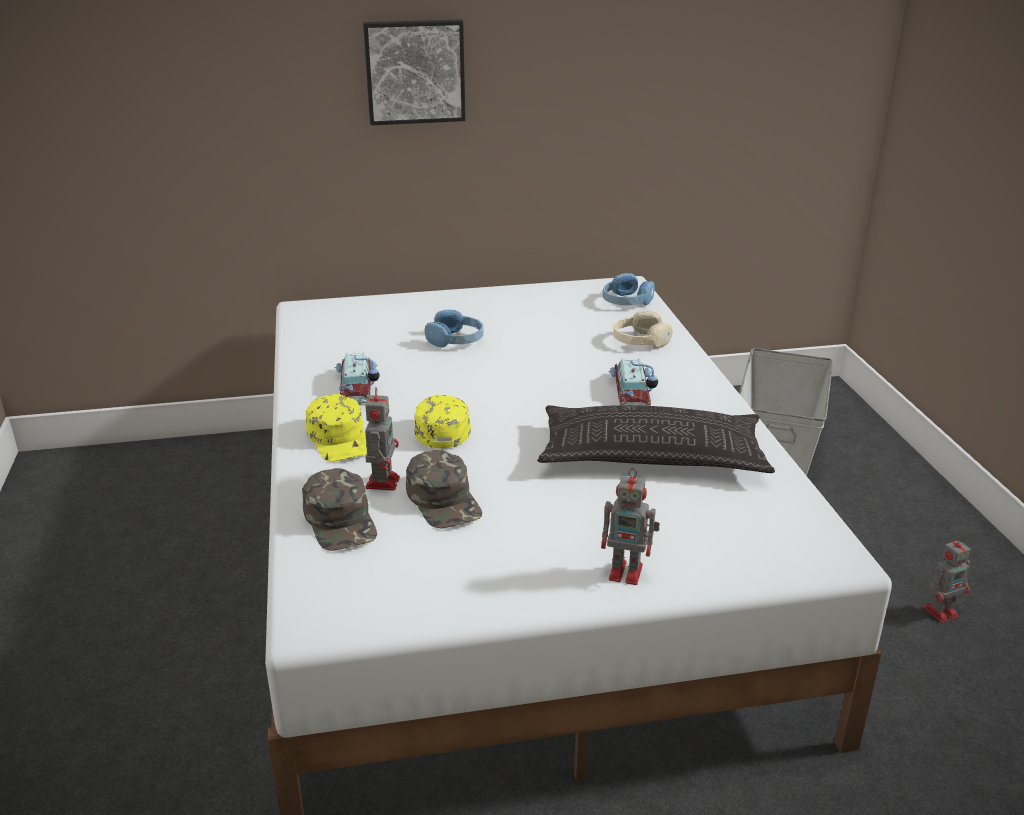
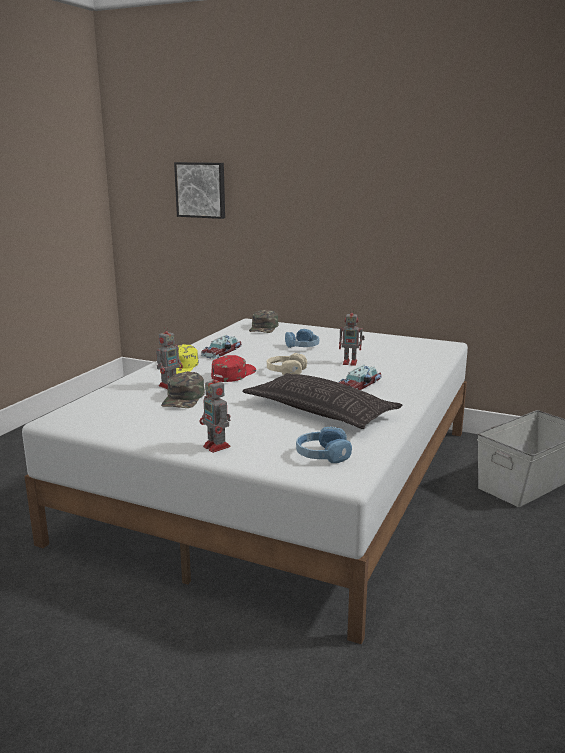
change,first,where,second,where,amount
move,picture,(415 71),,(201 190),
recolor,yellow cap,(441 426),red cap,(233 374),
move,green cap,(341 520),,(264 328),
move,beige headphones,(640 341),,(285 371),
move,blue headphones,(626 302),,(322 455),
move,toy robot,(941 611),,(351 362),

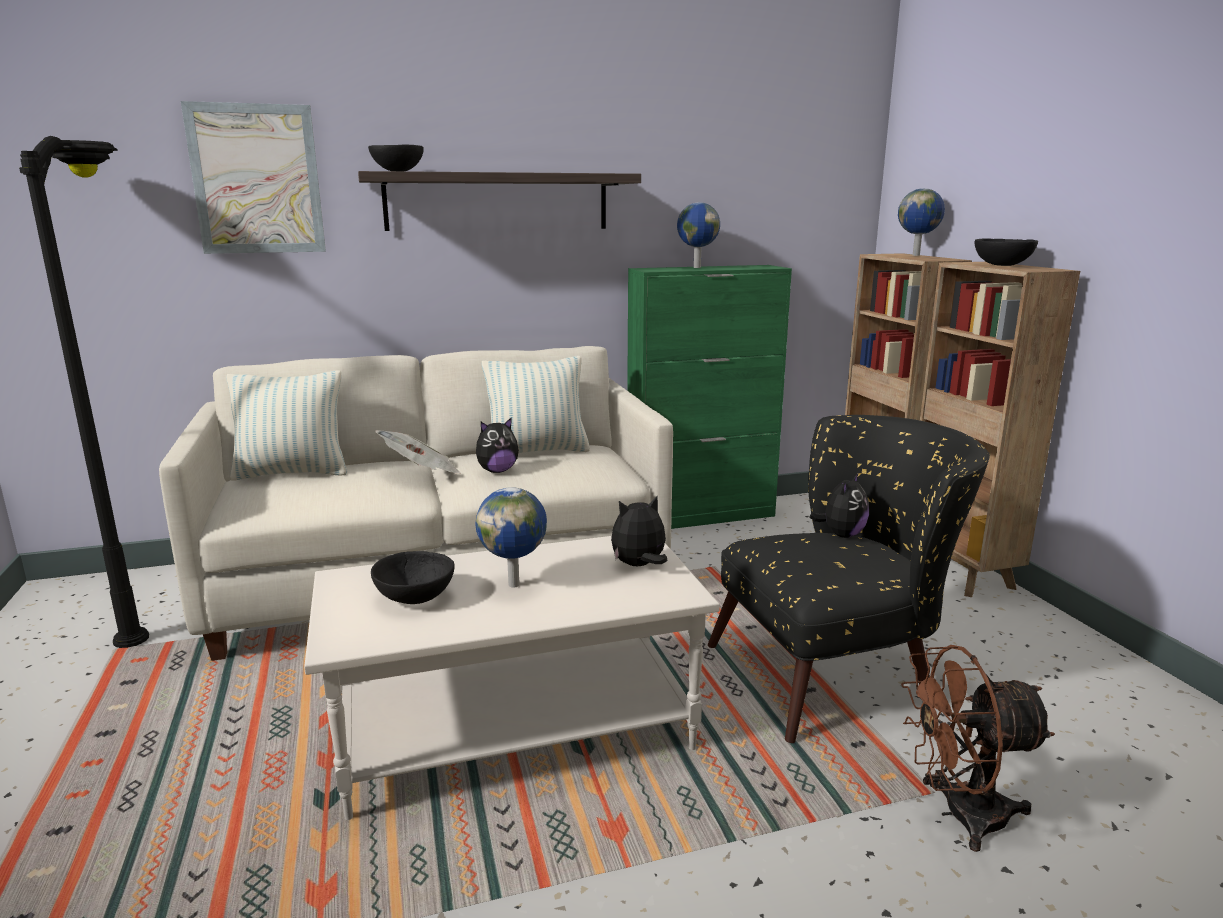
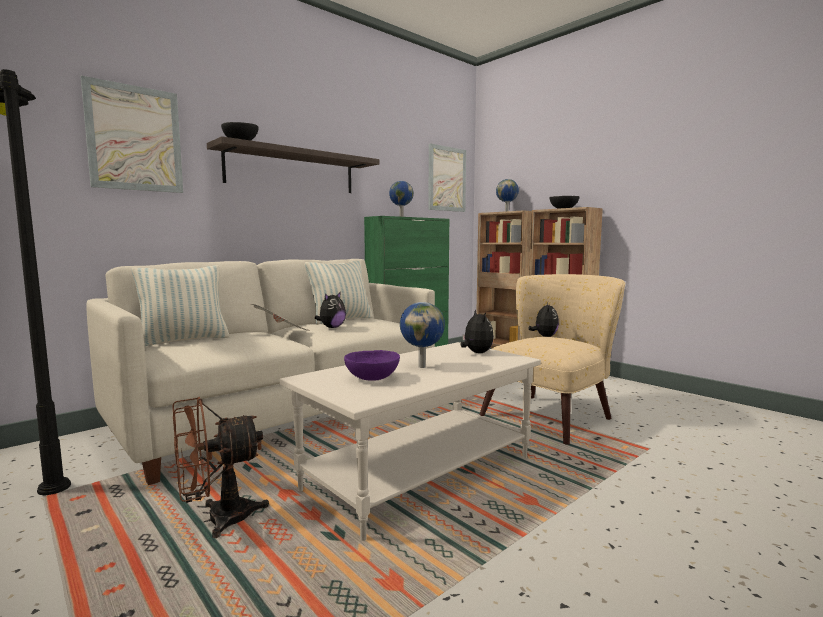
change,first,where,second,where,amount
move,brown fan,(959 814),,(217 520),
recolor,black bowl,(414 598),purple bowl,(371 378),
insert,,,picture,(447 179),
rotate,plush toy,(639 566),,(476 353),120 degrees clockwise
recolor,black armchair,(838 673),beige armchair,(554 415),

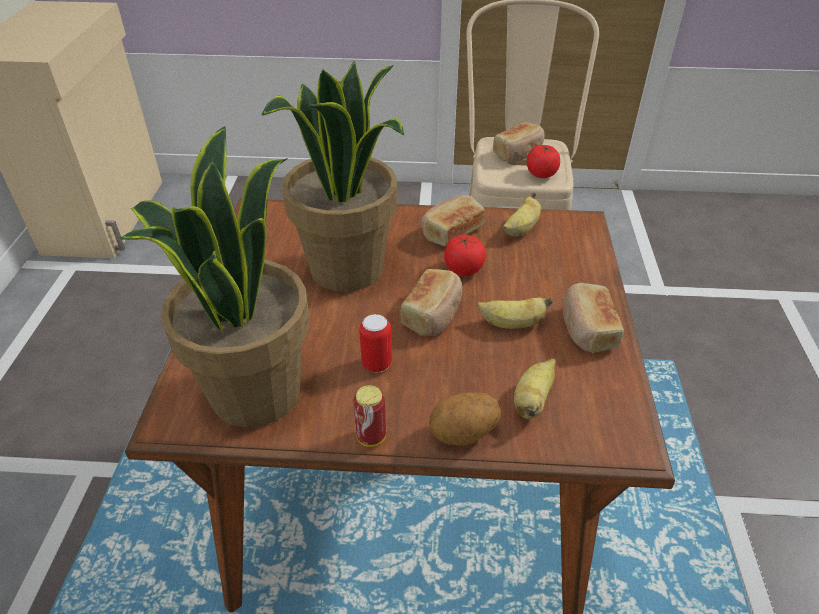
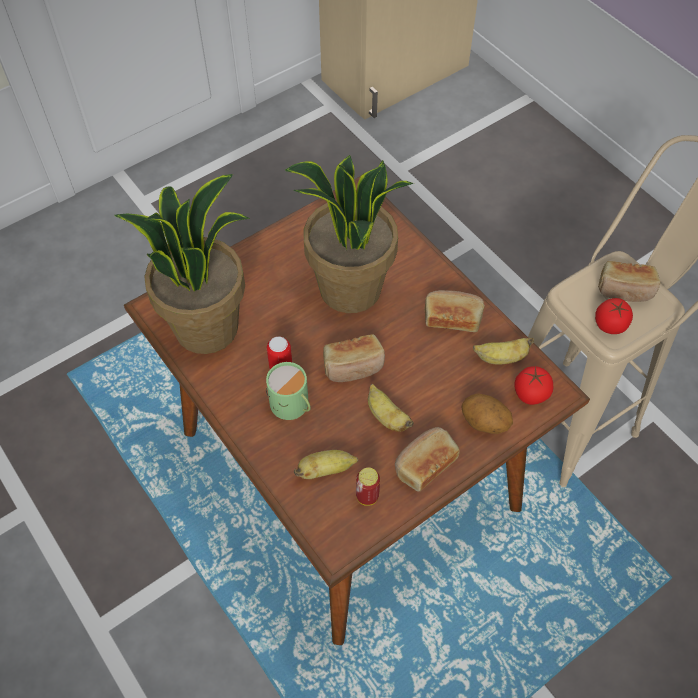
change,first,where,second,where,amount
insert,,,green mug,(292 406),
move,can,(371 437),,(367 496),
move,potato,(463 434),,(484 423),
move,tomato,(463 269),,(530 393),

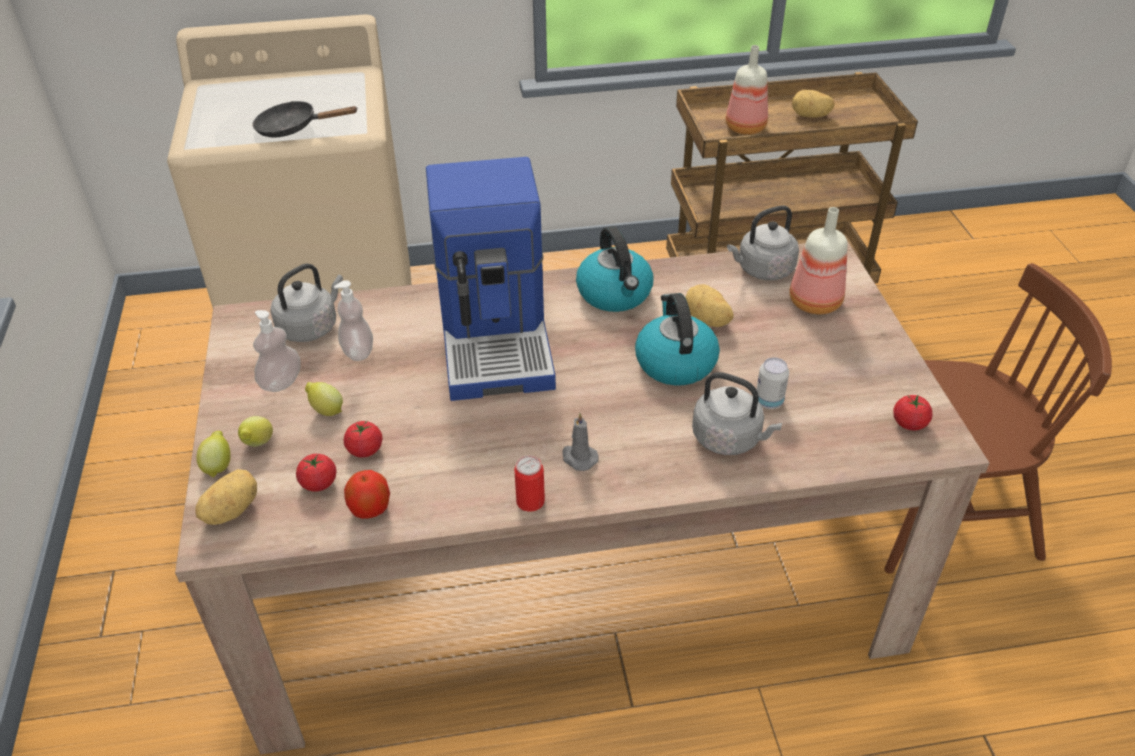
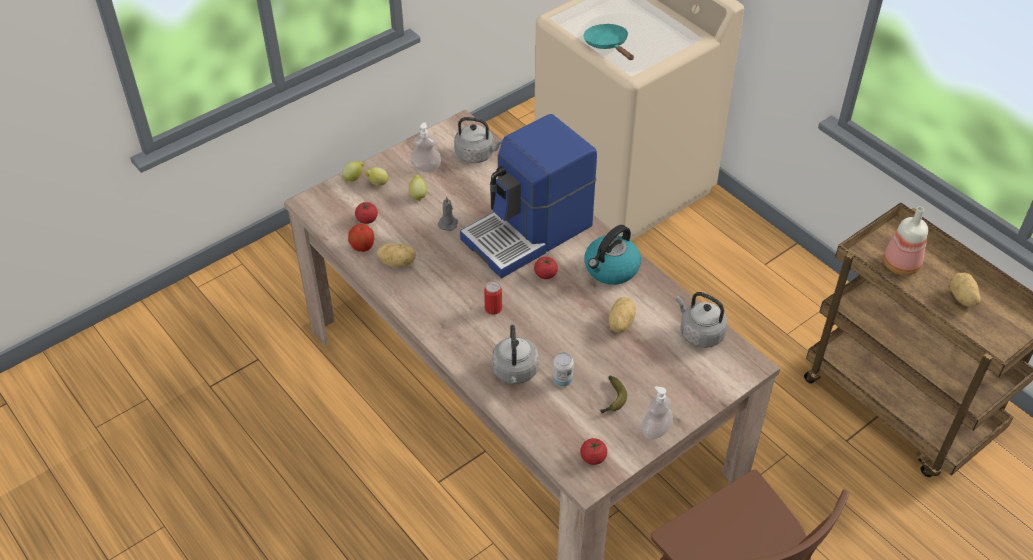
change,first,where,second,where,amount
move,potato,(230 510),,(398 262),
move,grey candle,(578 458),,(448 223),
move,can,(530 501),,(493 308),
move,tomato,(365 450),,(545 274),
recolor,black frying pan,(293 128),turquoise frying pan,(608 45),
insert,,,banana,(612 400),
move,soap dispenser,(358 351),,(656 430),
delete,kettle,(674 362),,,
delete,bottle,(815 304),,,

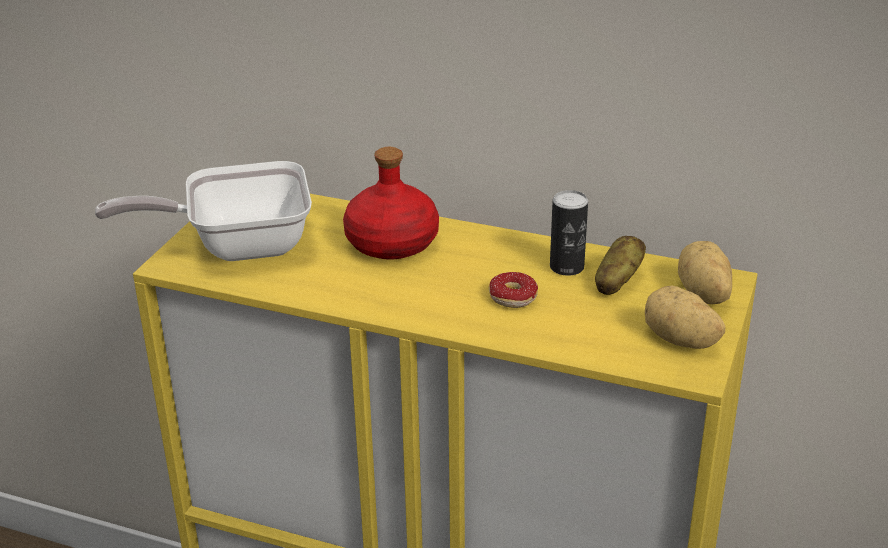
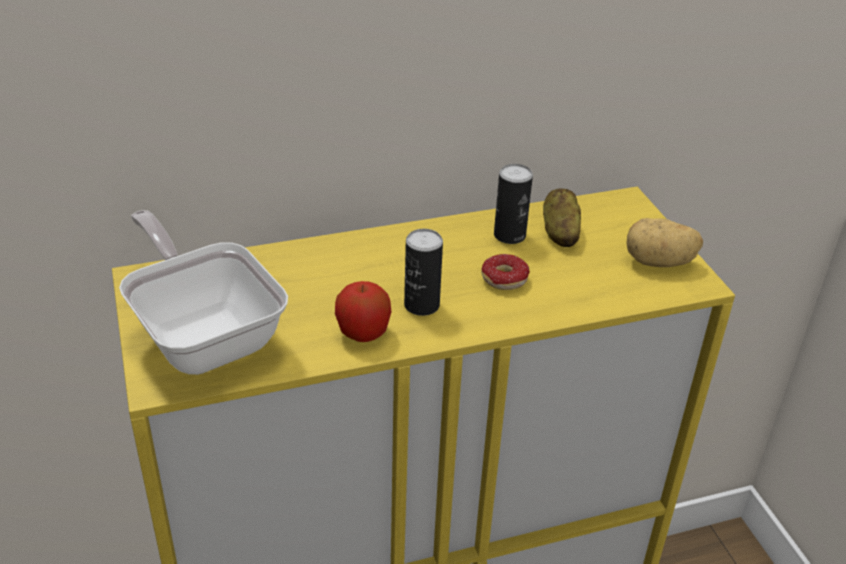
change,first,where,second,where,amount
rotate,frying pan,(237 245),,(204 334),105 degrees clockwise
insert,,,apple,(363 333),
insert,,,can,(421 305),
delete,red bottle,(391 242),,,
delete,potato,(702 294),,,

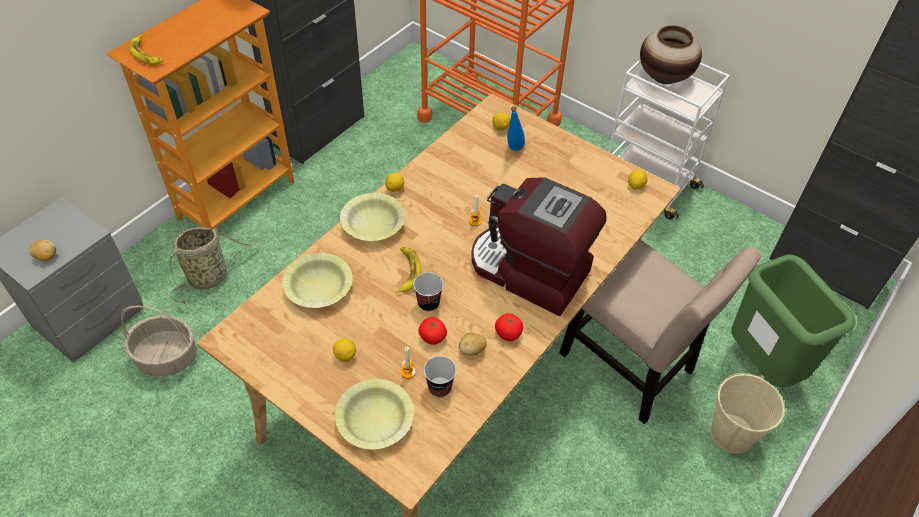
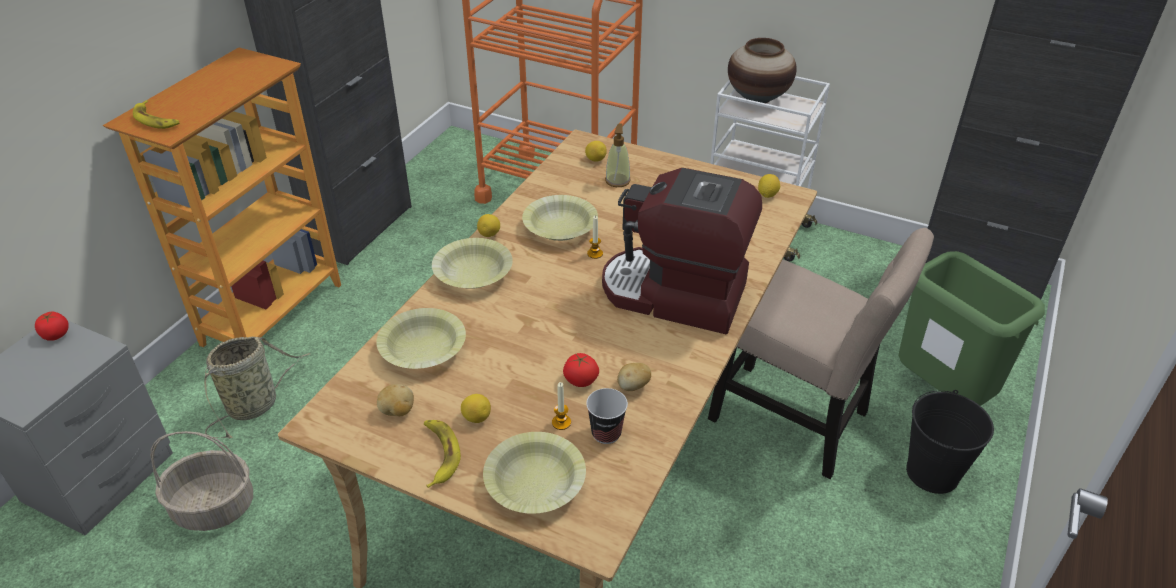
change,first,where,second,where,amount
move,tomato,(508 333),,(56 335),
move,potato,(46 257),,(397 411),
move,banana,(407 271),,(439 454),
insert,,,yellow bowl,(560 227),
replace,blue bottle,(513 151),soap dispenser,(617 180),
recolor,beige bucket,(731 434),black bucket,(933 472),
delete,cup,(428 303),,,

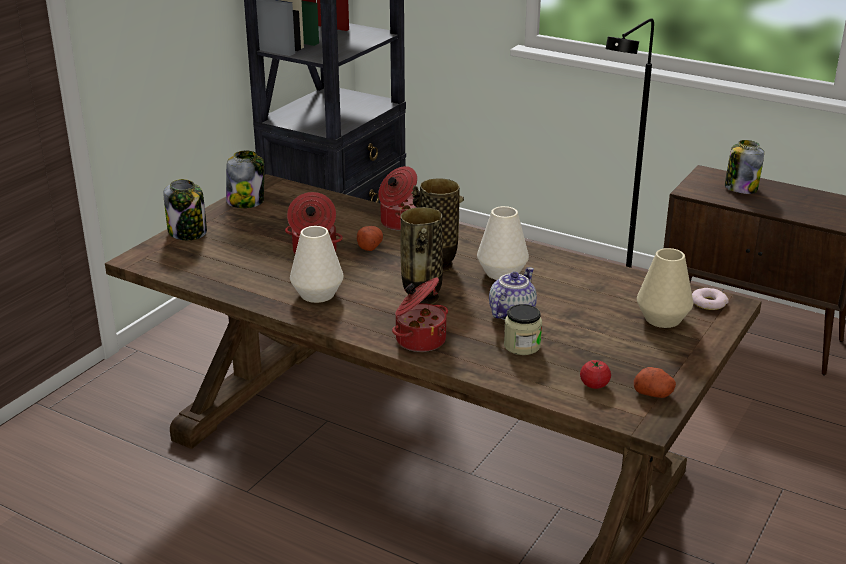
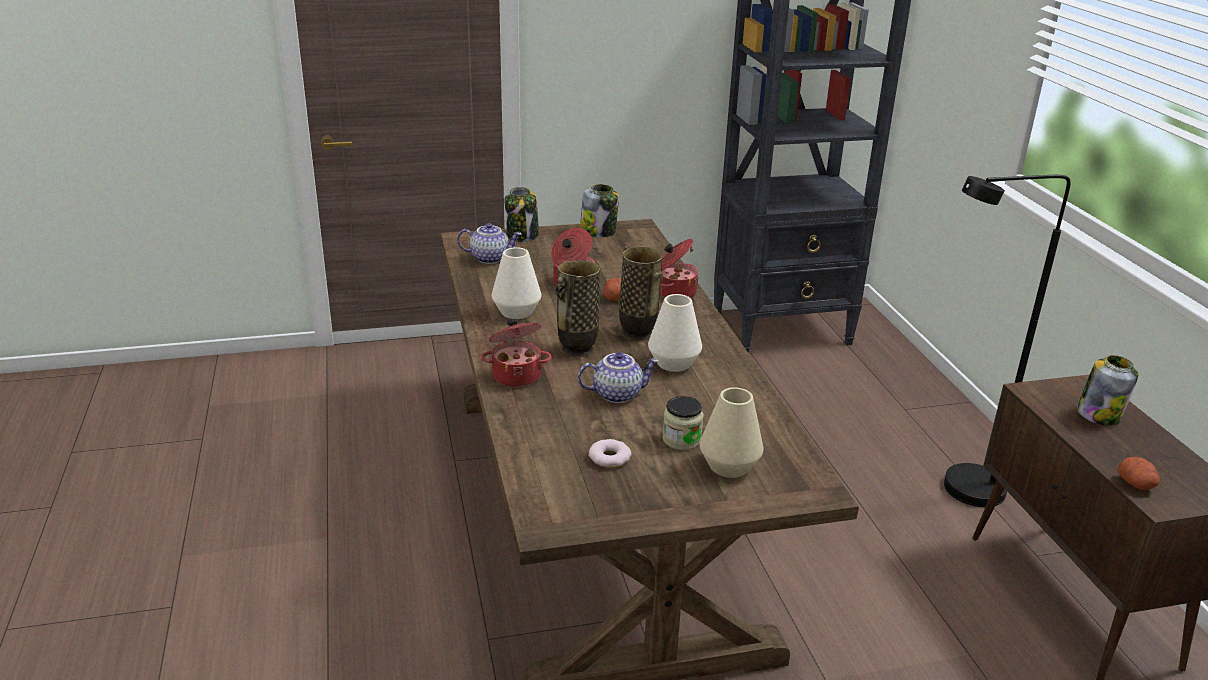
change,first,where,second,where,amount
insert,,,teapot,(490 258),
move,donut,(708 302),,(609 457),
move,jar,(522 346),,(681 440),
move,potato,(654 393),,(1136 484),
delete,tomato,(594 385),,,

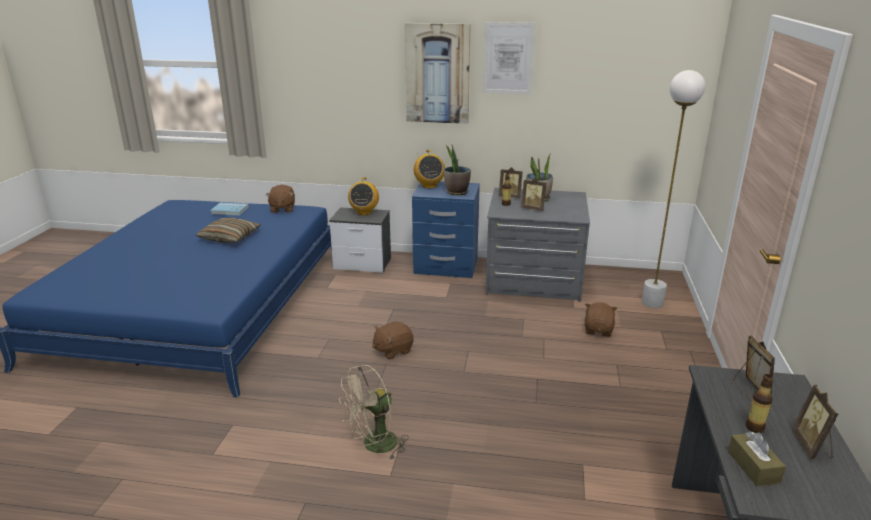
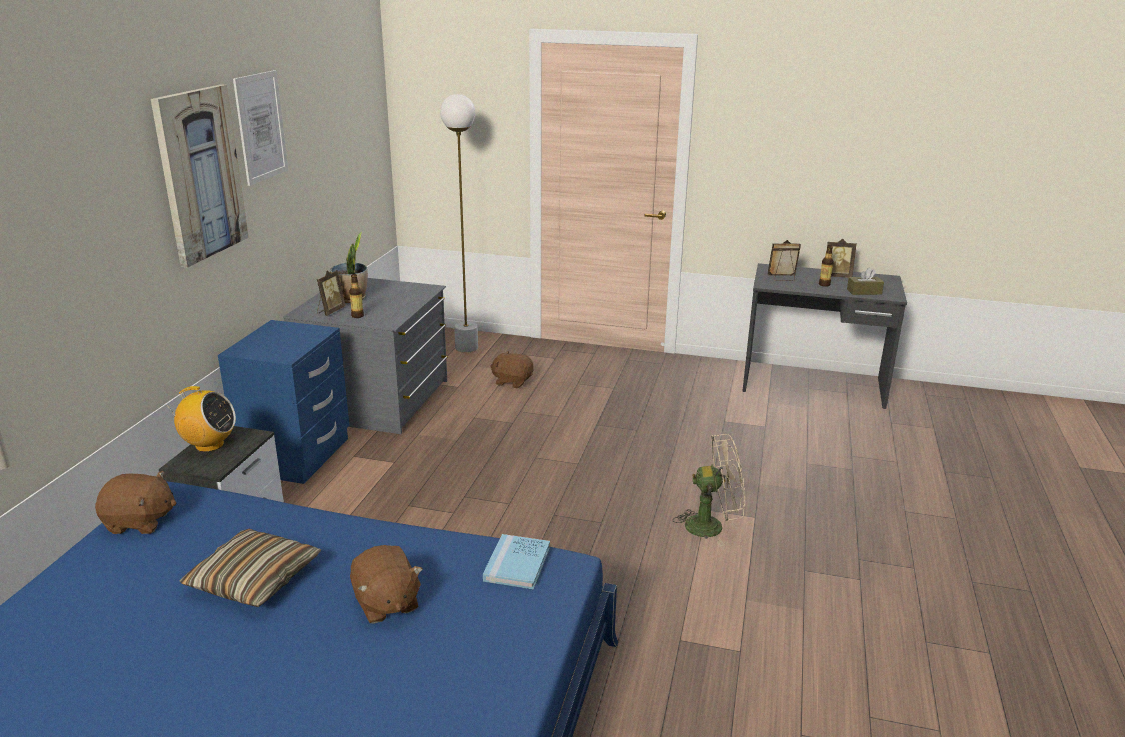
change,first,where,second,where,amount
move,brown plush toy,(393 350),,(386 603),
move,blue book,(230 210),,(517 564),
rotate,beige fan,(374 446),,(712 526),60 degrees counterclockwise
delete,radio,(429 186),,,
delete,potted plant,(456 192),,,
delete,picture frame,(533 208),,,

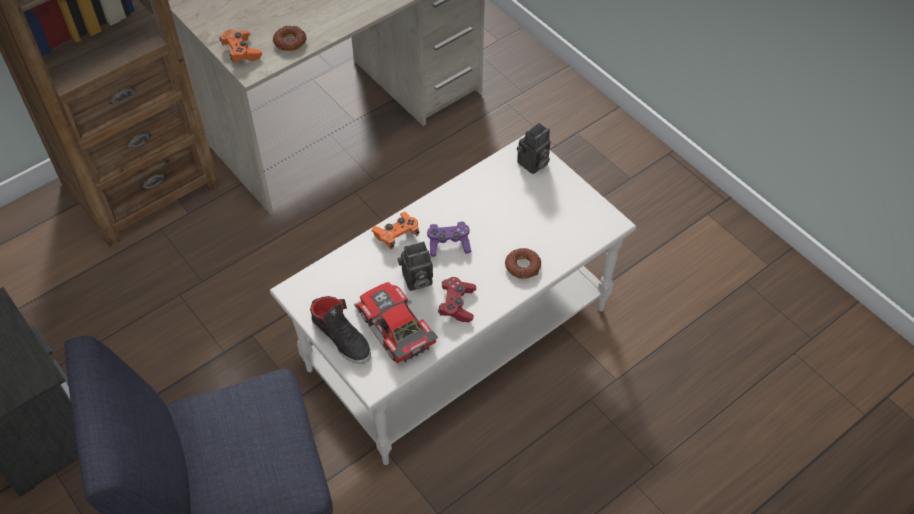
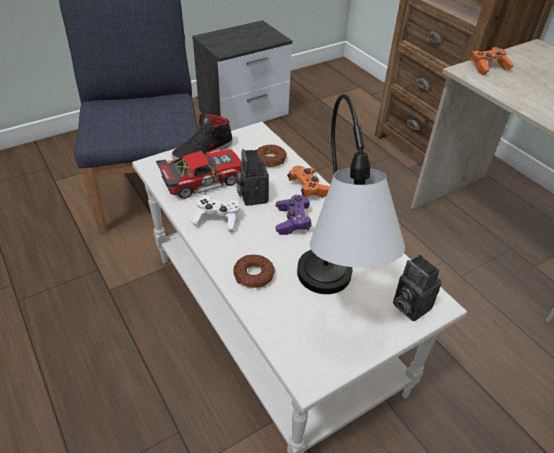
change,first,where,second,where,amount
recolor,red game controller,(457 304),white game controller,(217 219),
move,donut,(290 42),,(270 159),
insert,,,table lamp,(333 303),

